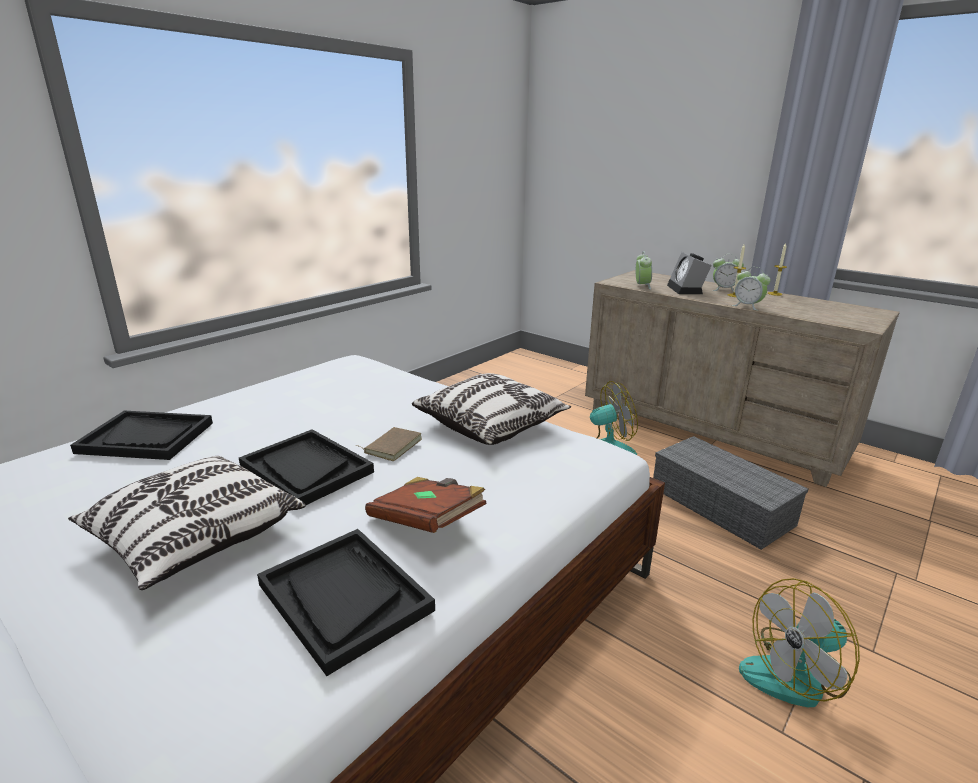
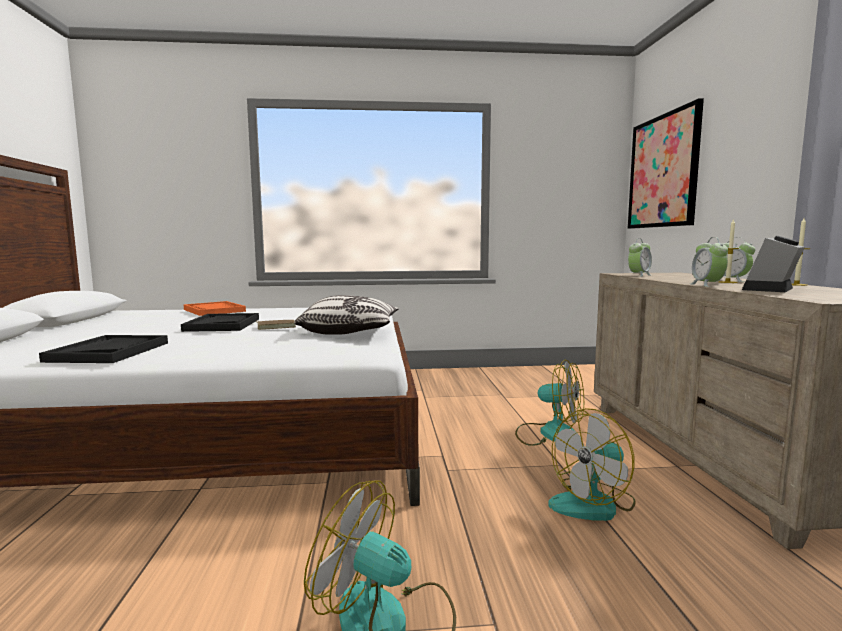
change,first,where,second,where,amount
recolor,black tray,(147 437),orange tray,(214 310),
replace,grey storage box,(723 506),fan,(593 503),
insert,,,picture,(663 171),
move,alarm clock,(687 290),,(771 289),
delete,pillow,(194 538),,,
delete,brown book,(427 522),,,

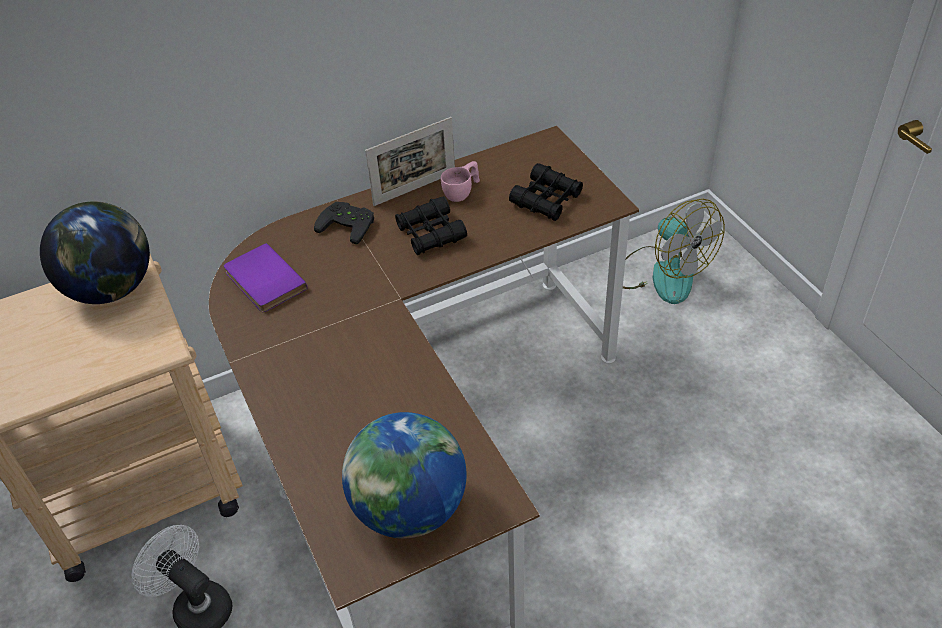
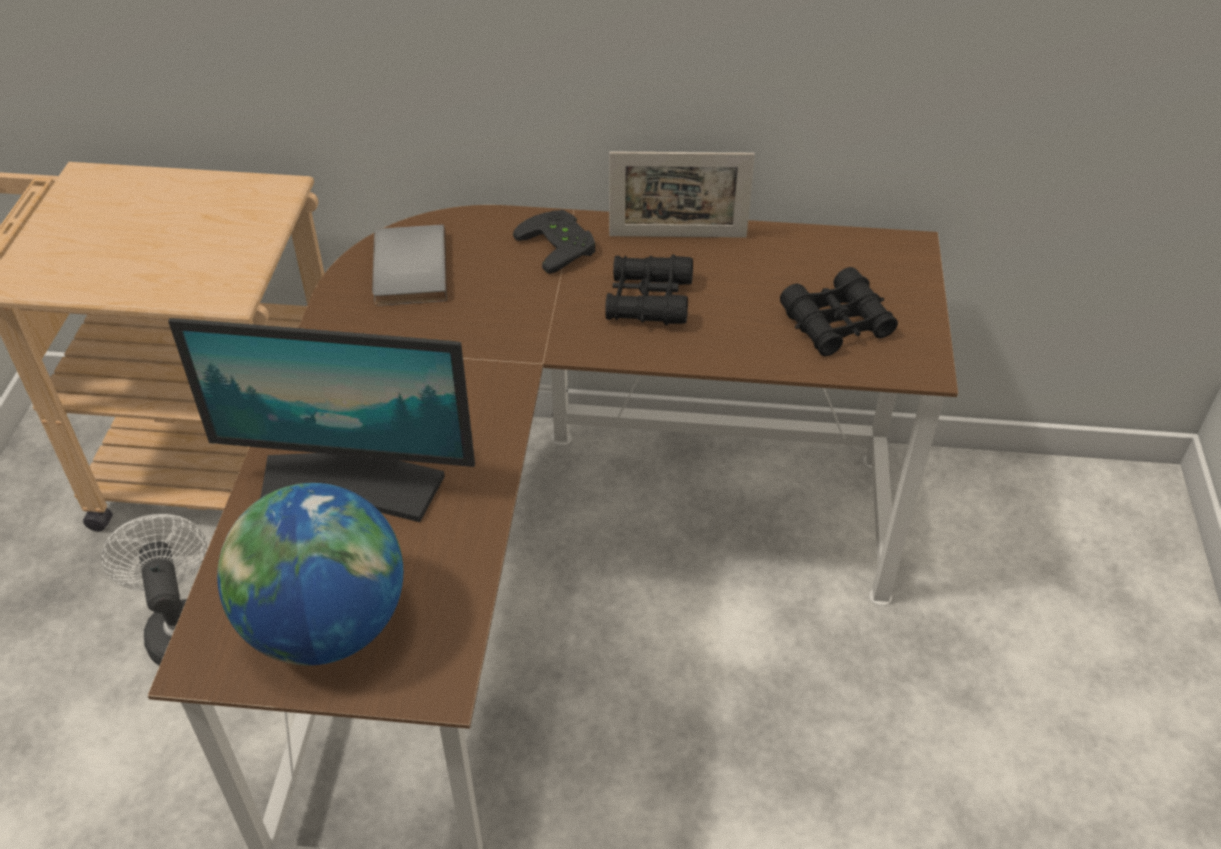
change,first,where,second,where,amount
insert,,,monitor,(351 483),
recolor,purple book,(263 281),grey book,(406 269),
delete,globe,(112 288),,,
delete,pink cup,(462 192),,,
delete,fan,(663 274),,,

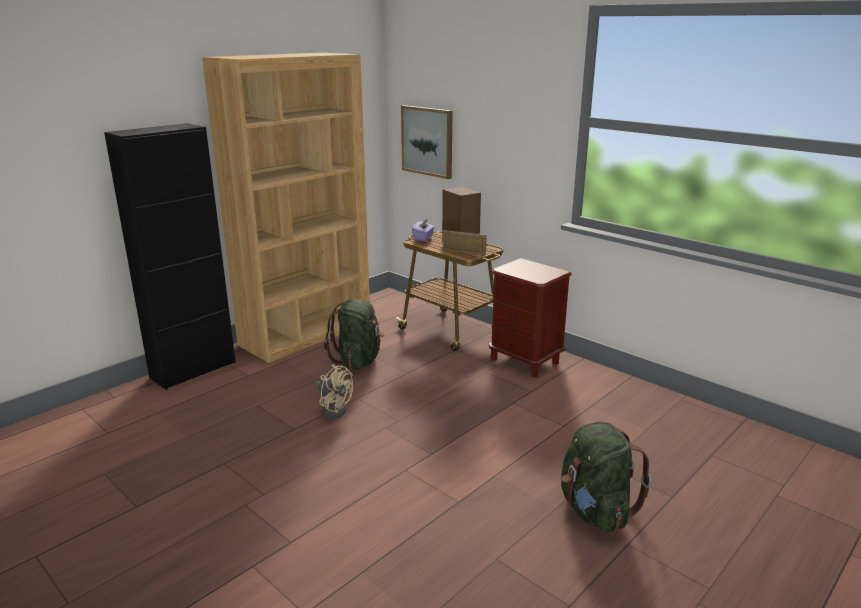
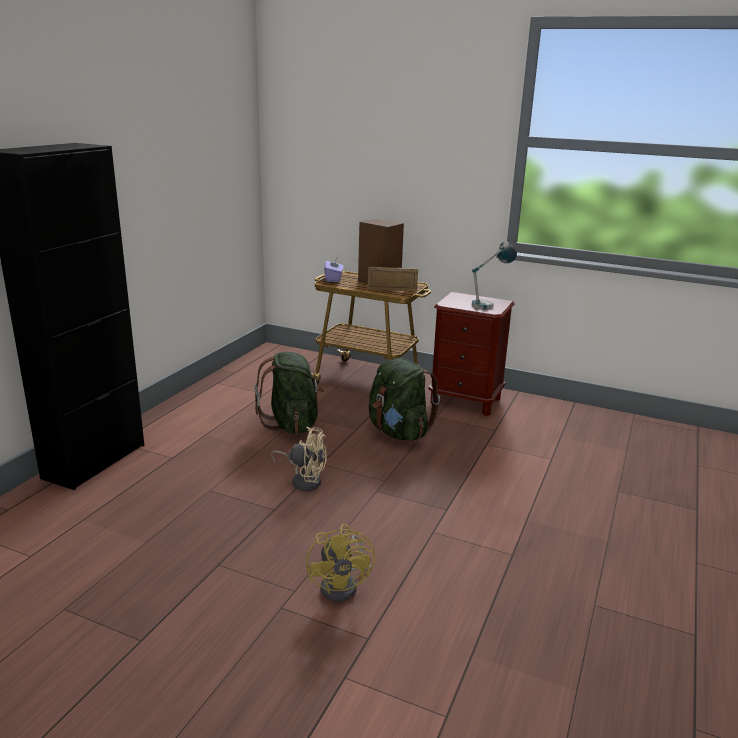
change,first,where,second,where,amount
insert,,,yellow fan,(344 585),
move,green backpack,(595 510),,(398 432),
insert,,,table lamp,(489 304),
delete,brown bookcase,(307 334),,,
delete,picture,(427 141),,,

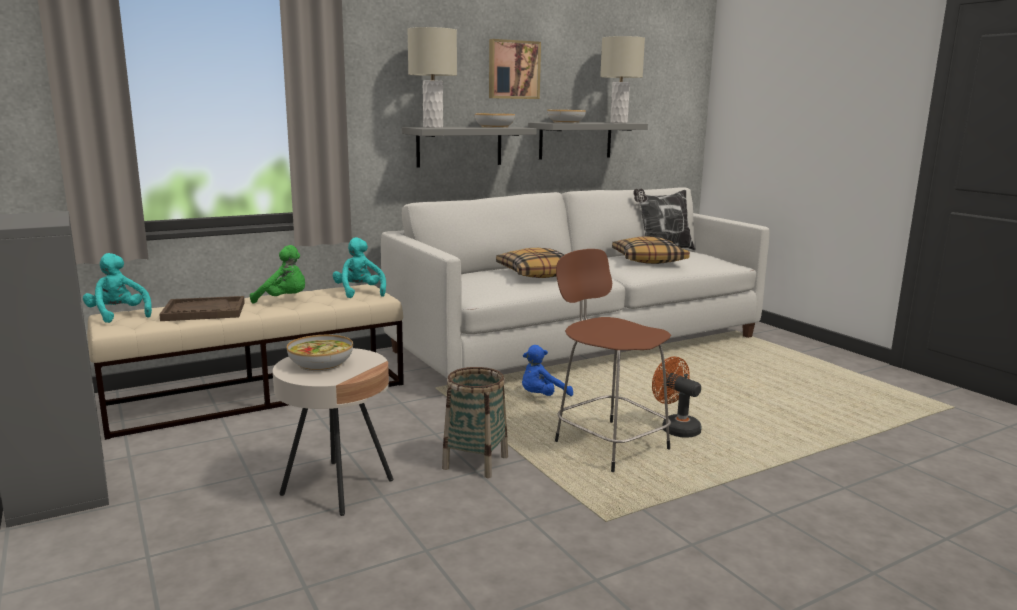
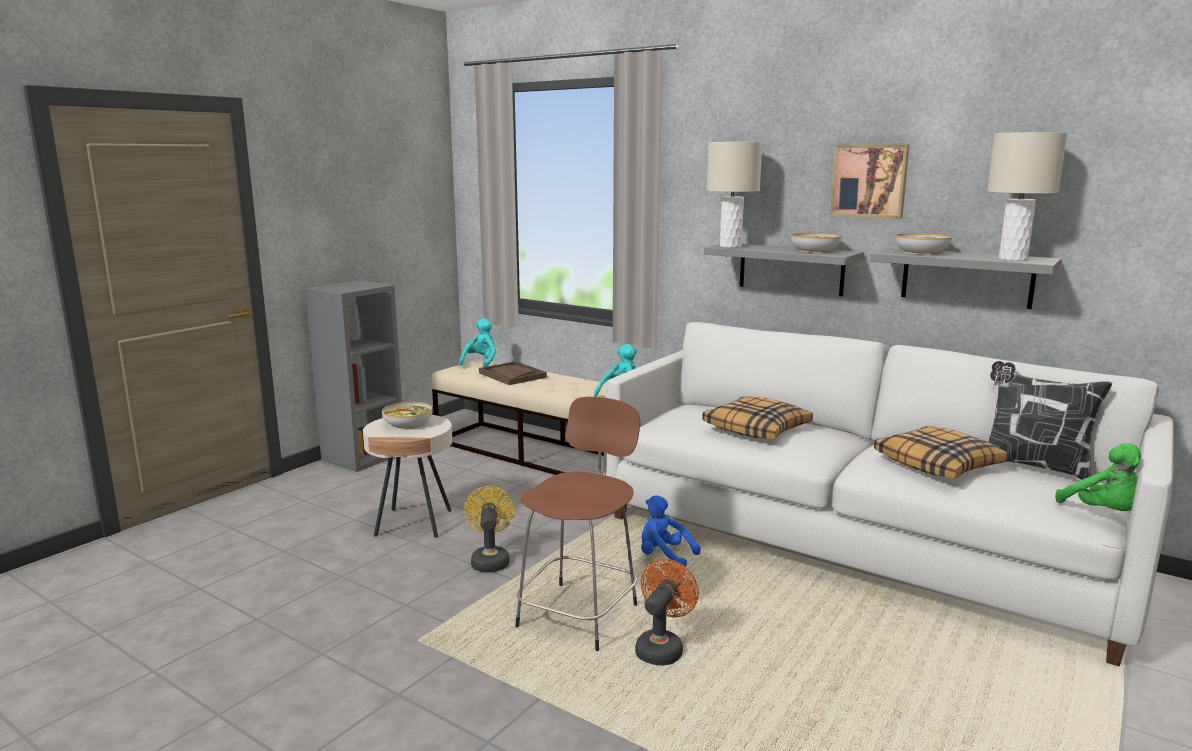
change,first,where,second,where,amount
replace,basket,(475 462),yellow fan,(490 560),
move,green plush toy,(284 300),,(1105 513),

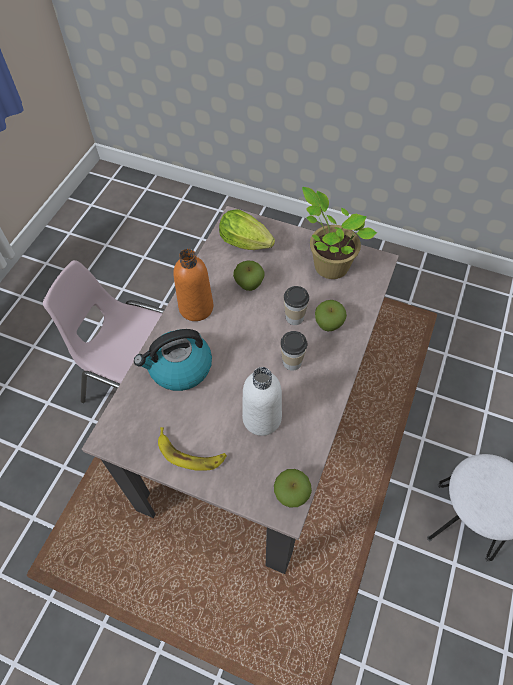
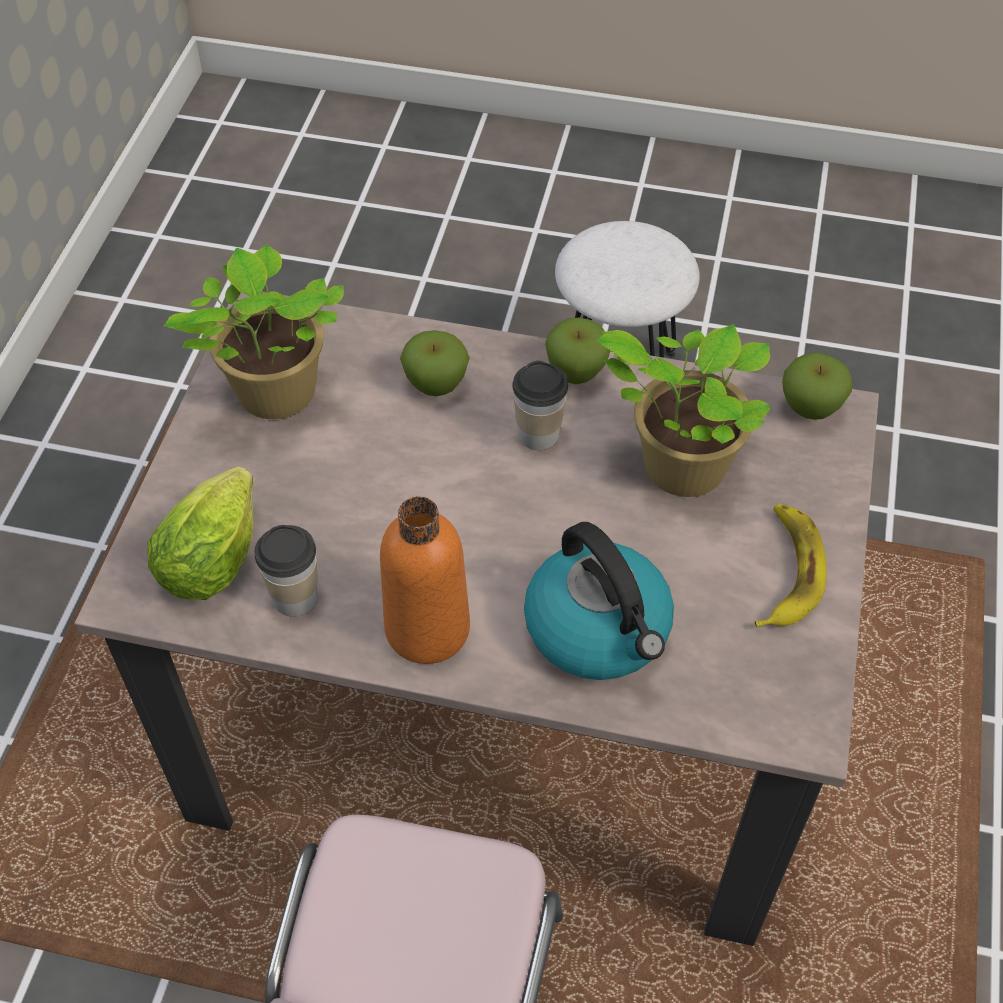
change,first,where,second,where,amount
move,cup,(294 317),,(295 598),
move,apple,(249 285),,(576 373),
replace,white bottle,(262 418),potted plant,(677 467),

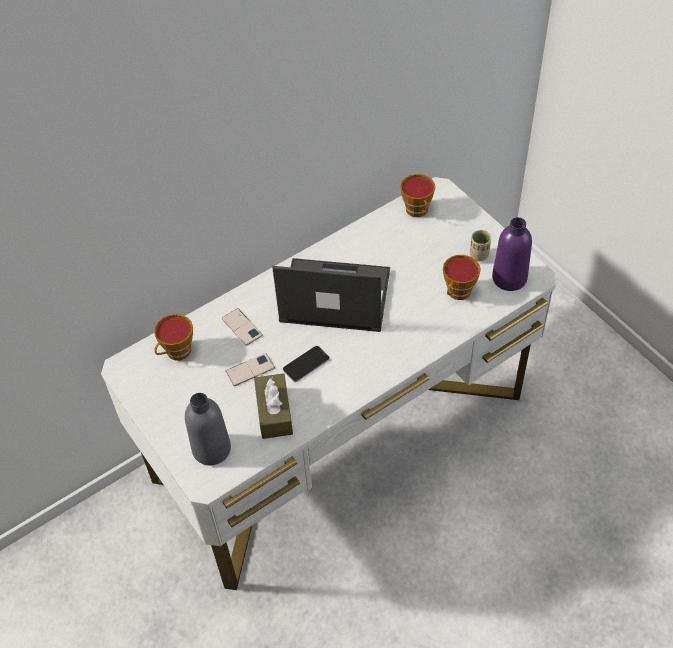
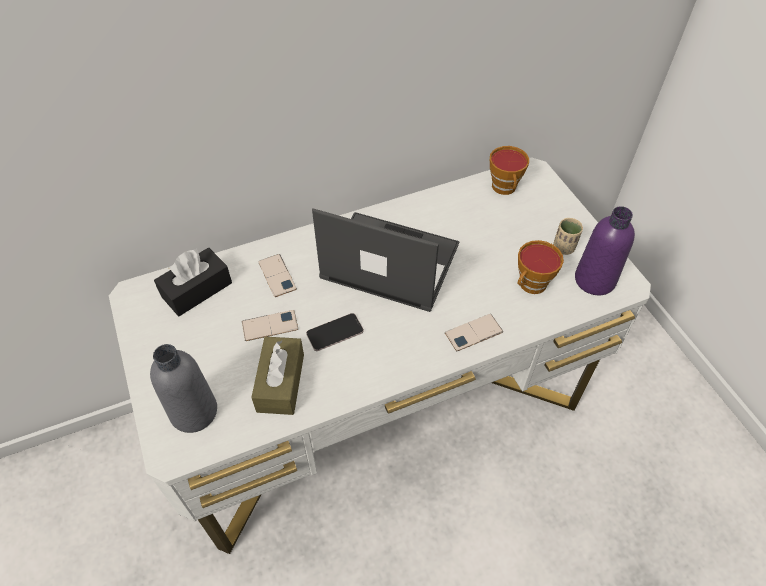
change,first,where,second,where,amount
replace,cup,(176 353),black tissue box,(197 290),
insert,,,phone,(473 332),

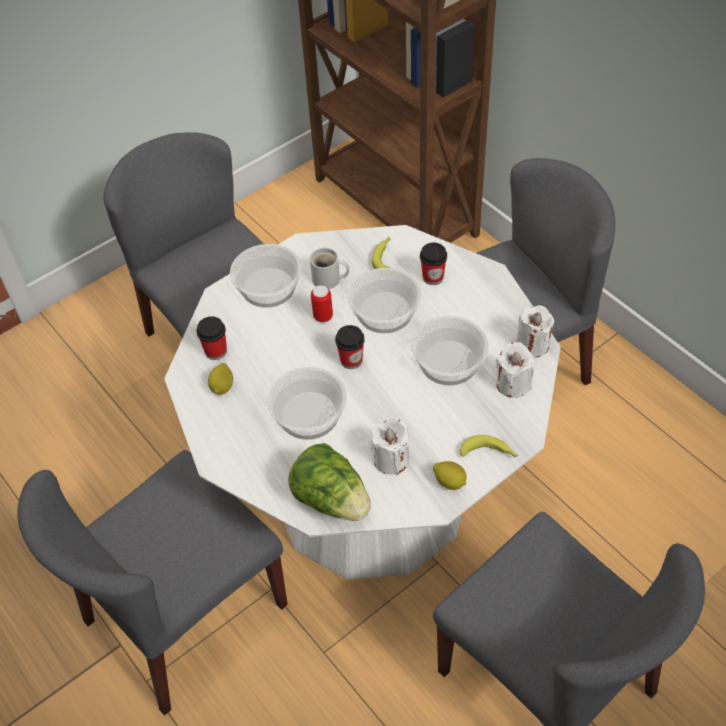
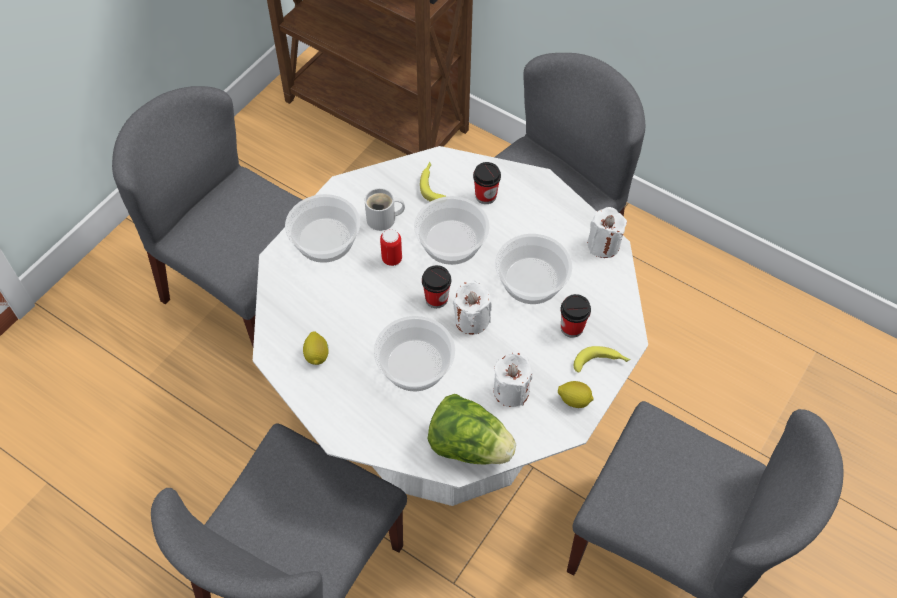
change,first,where,second,where,amount
move,white candle,(513 384),,(471 320),
move,cup,(216 351),,(572 327),

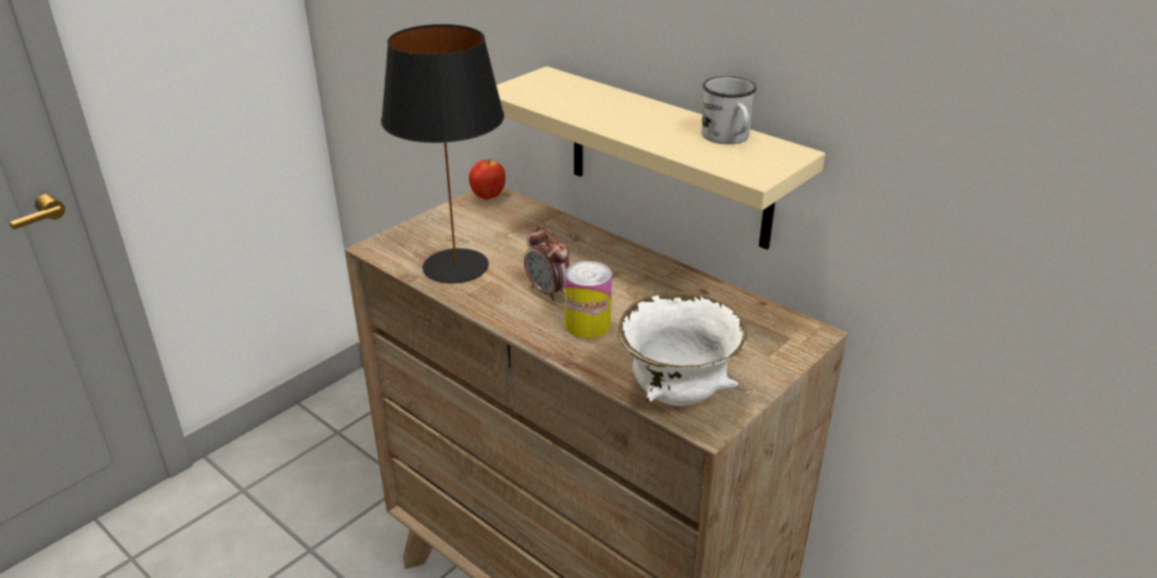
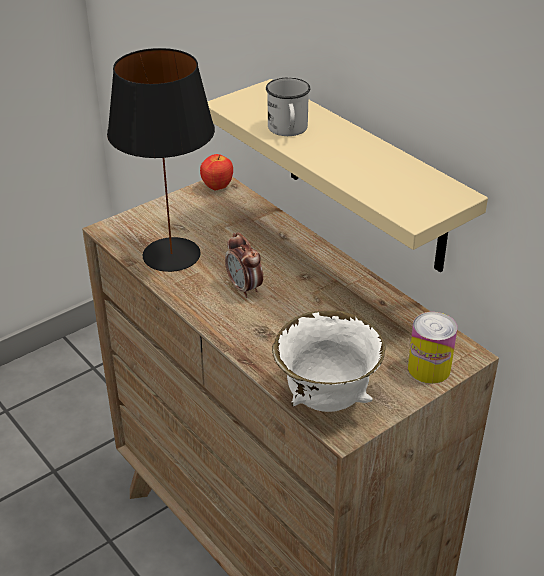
change,first,where,second,where,amount
move,white mug,(728 138),,(288 130),
move,can,(587 324),,(429 368),

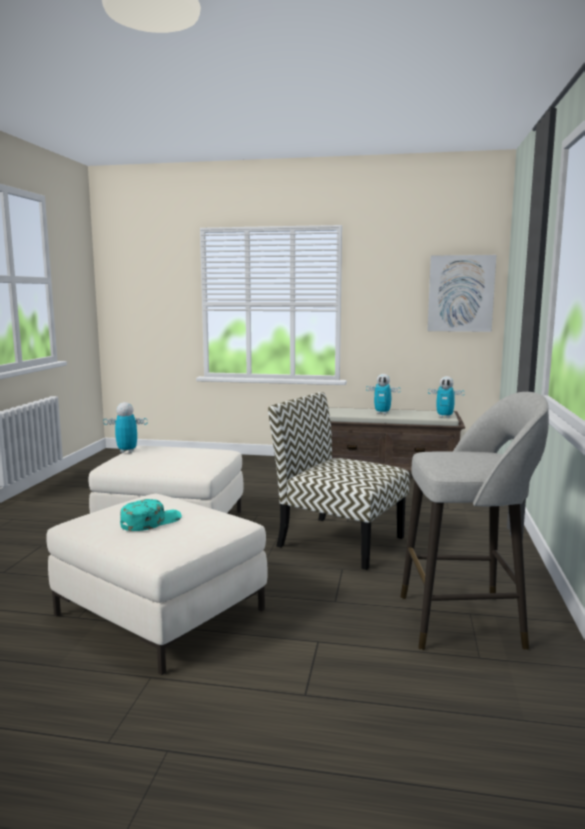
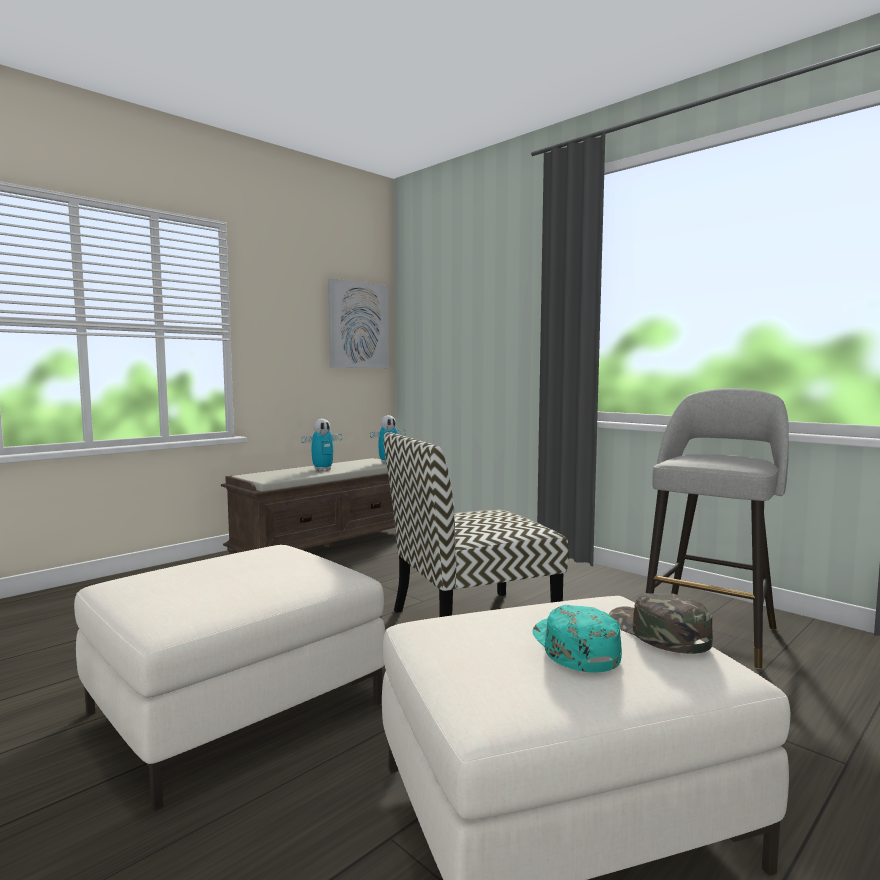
change,first,where,second,where,amount
insert,,,green cap,(657 632),
delete,toy robot,(127 451),,,

